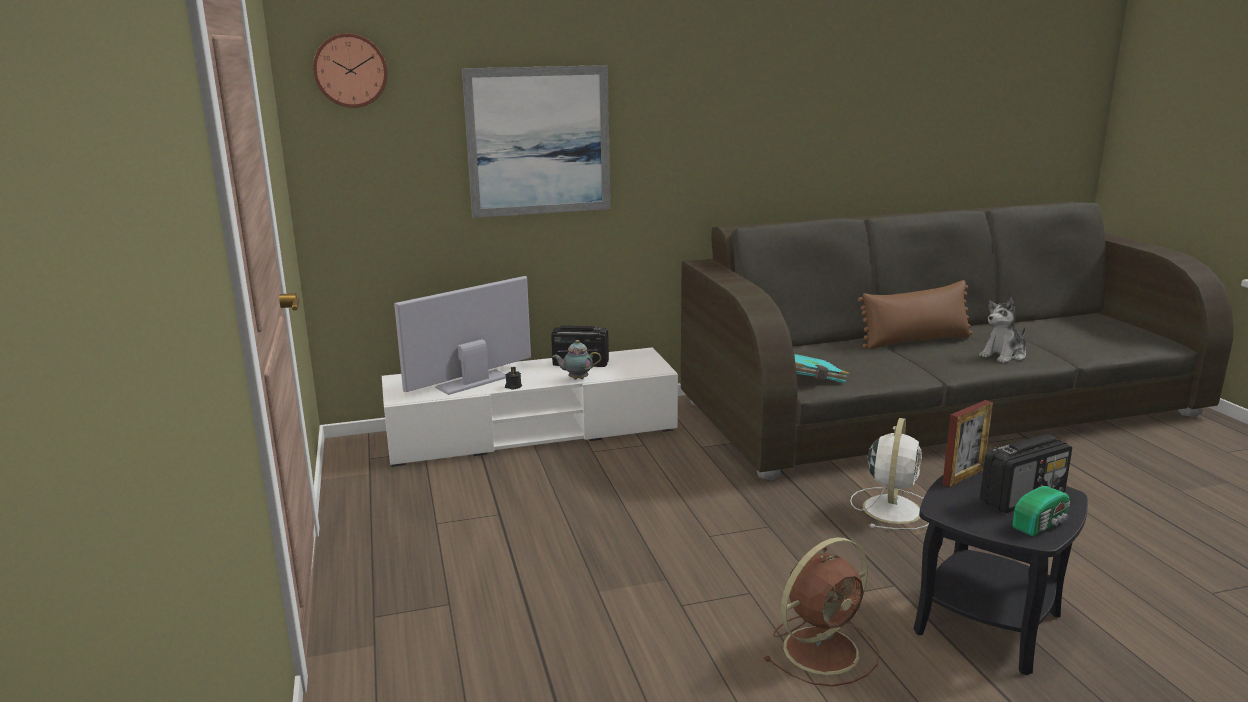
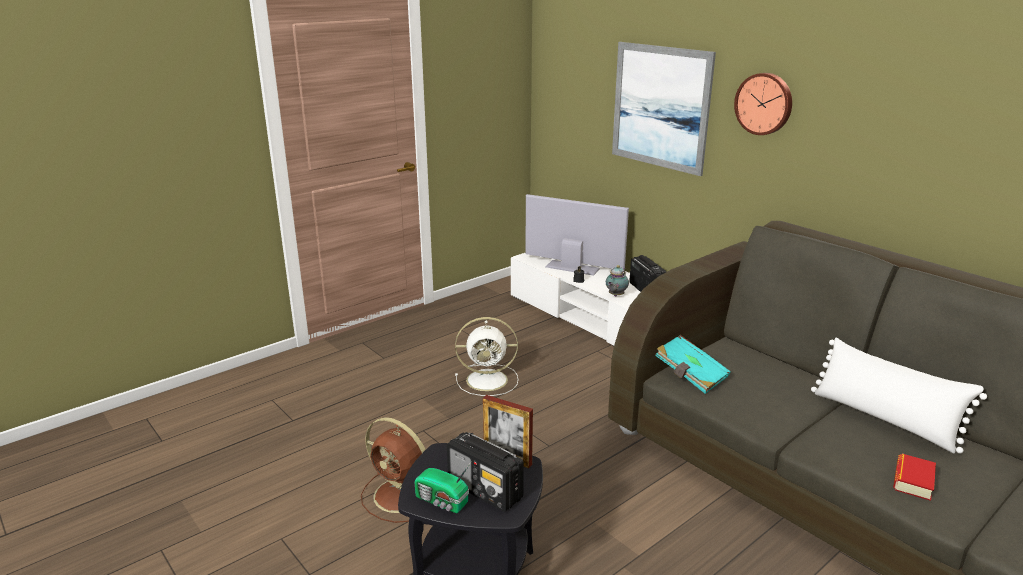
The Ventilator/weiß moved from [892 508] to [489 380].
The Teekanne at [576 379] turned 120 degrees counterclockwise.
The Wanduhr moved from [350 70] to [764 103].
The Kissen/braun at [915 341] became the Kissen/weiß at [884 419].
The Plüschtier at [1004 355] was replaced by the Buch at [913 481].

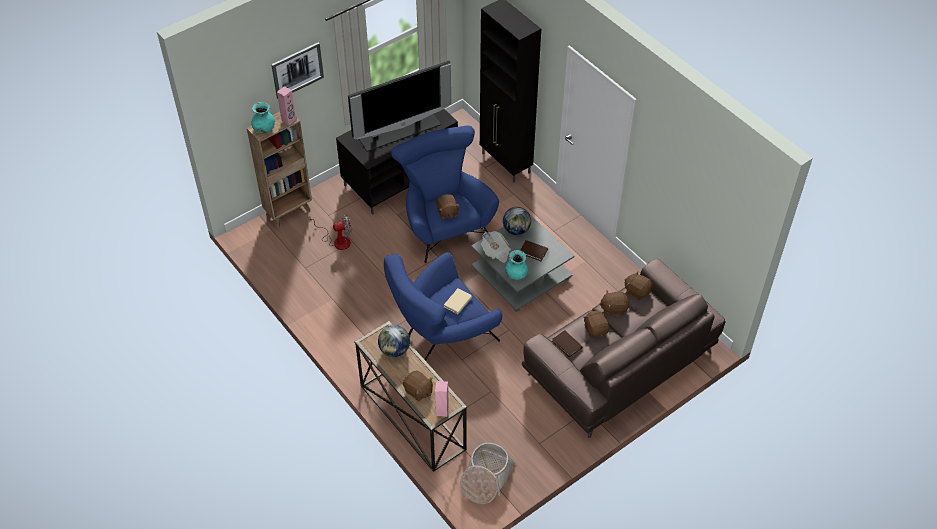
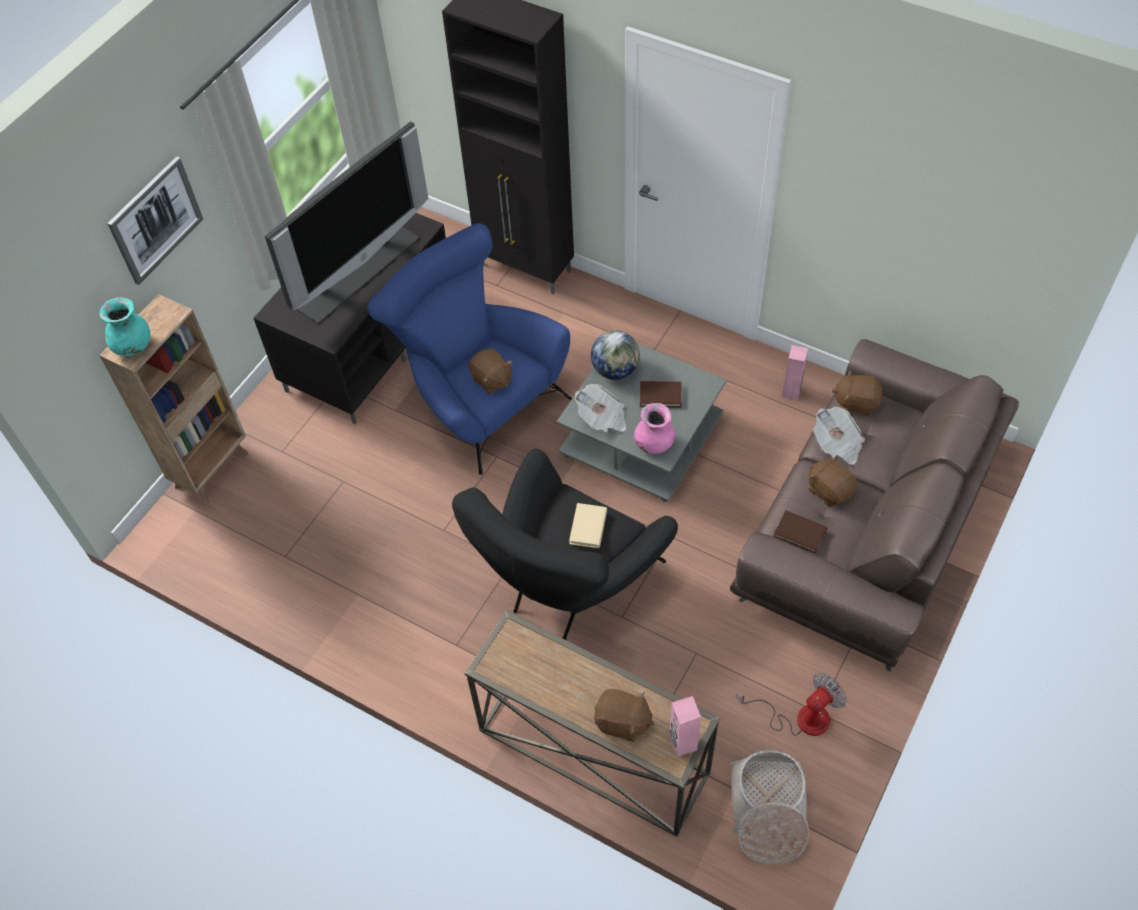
The Sessel/blau at [442 334] became the Sessel/schwarz at [569 585].
The Vase/türkis at [516 274] became the Vase/rosa at [654 444].
The Ventilator moved from [337 240] to [800 718].
The Lautsprecher/rosa moved from [289 120] to [791 392].
The Plüschtier/braun at [614 308] was replaced by the Zeitung at [837 444].
The Globus at [394 350] disappeared.

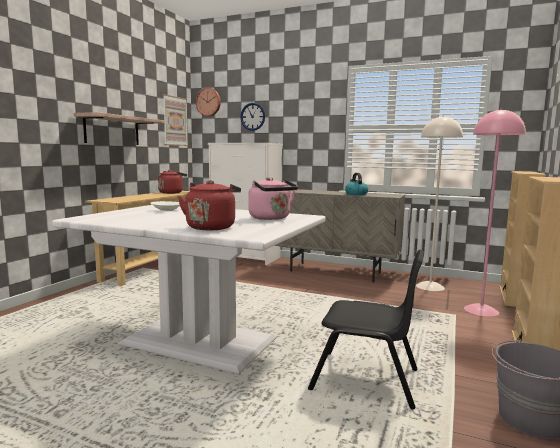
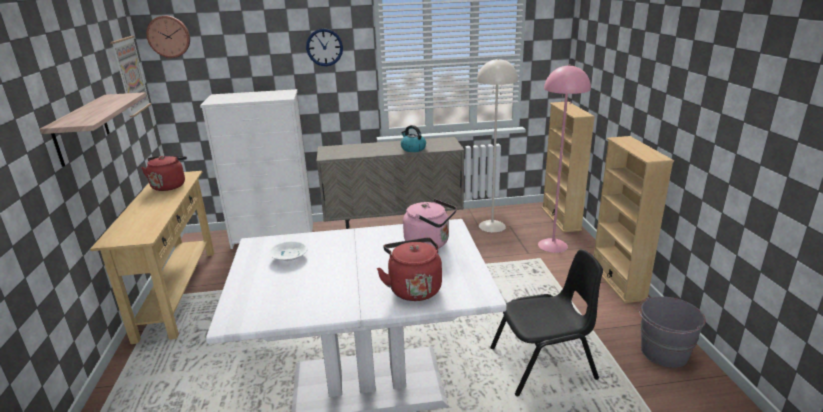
The Wanduhr moved from [252 116] to [324 47].

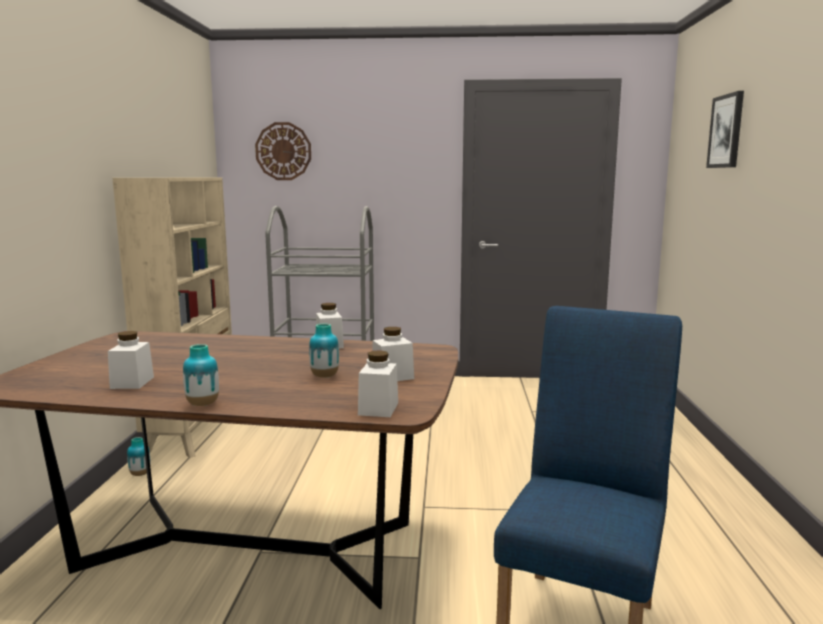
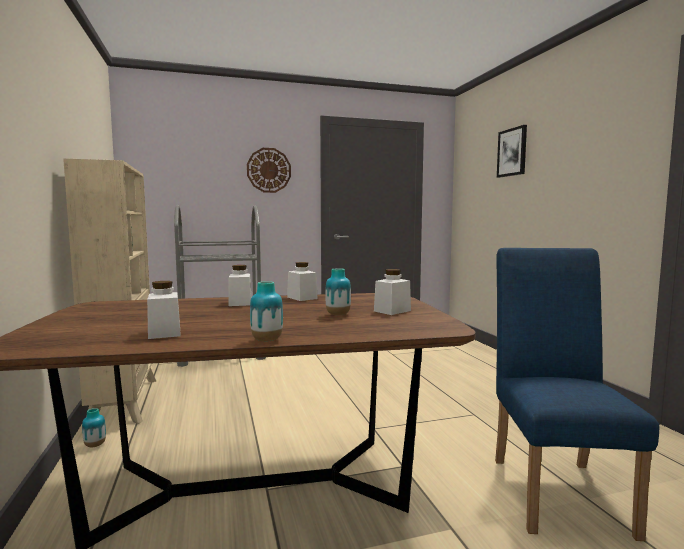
The Vorratsglas/weiß moved from [378 408] to [240 303].
The Wanduhr moved from [283 151] to [269 170].

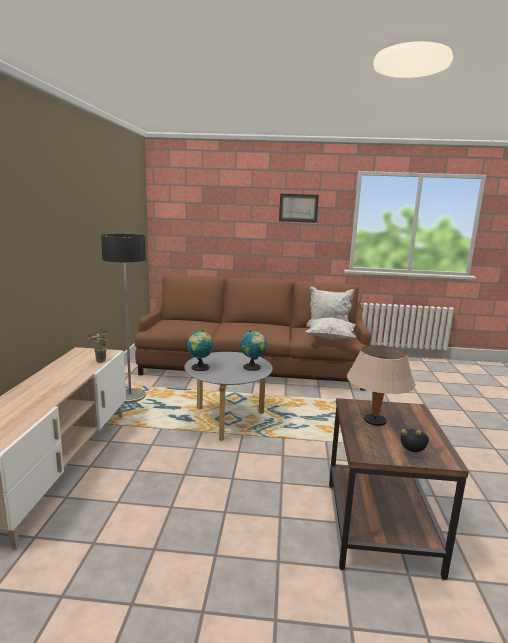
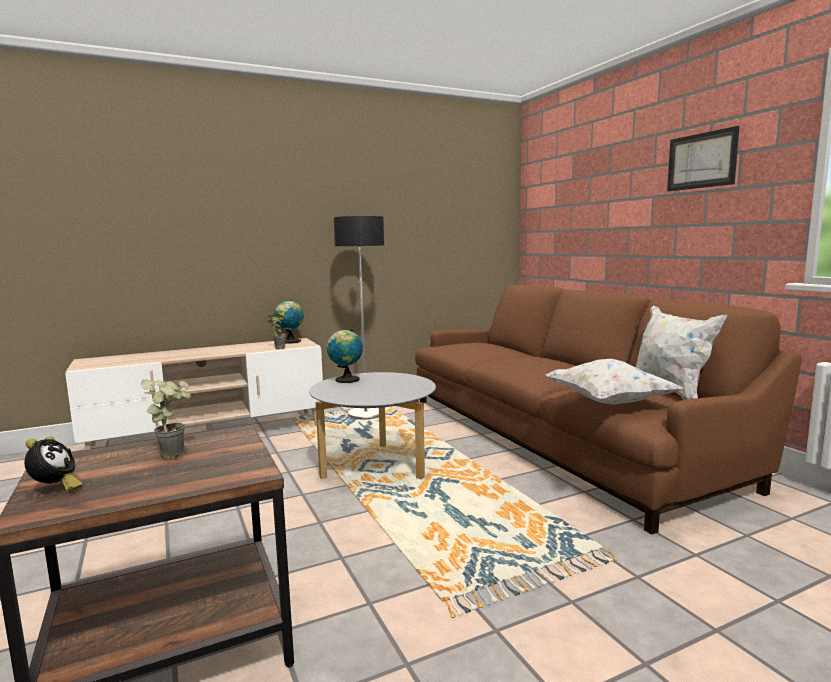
The Tischlampe/beige at [374 421] was replaced by the Topfpflanze at [175 453].
The Globus moved from [253 367] to [290 342].

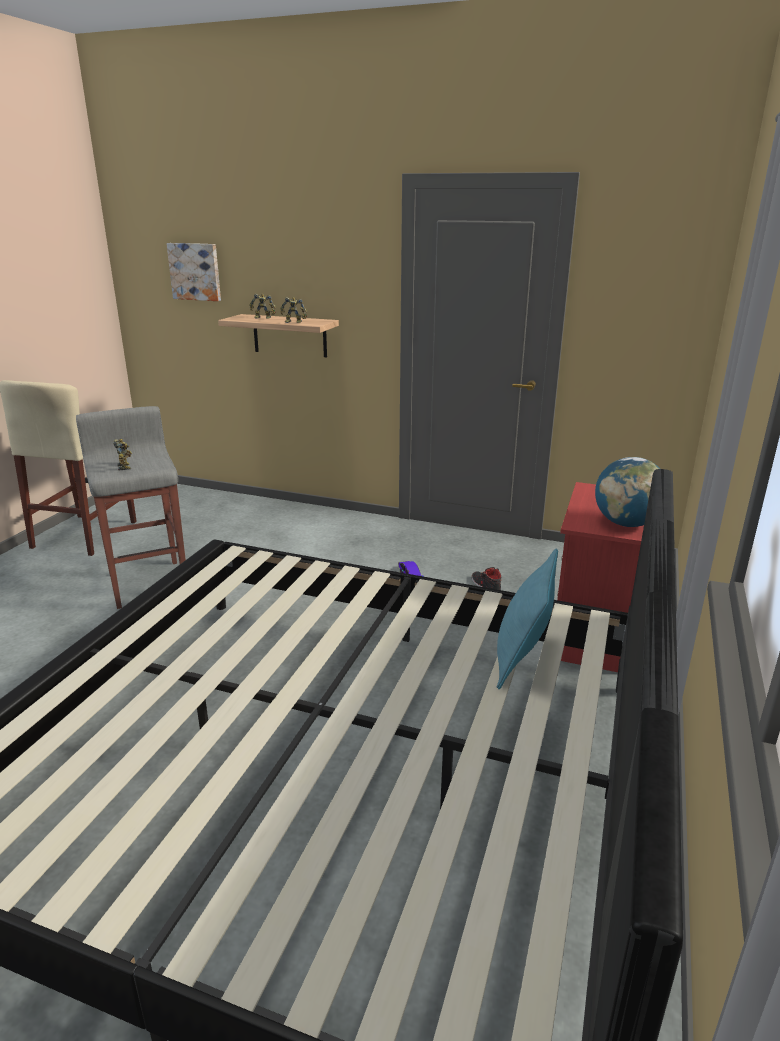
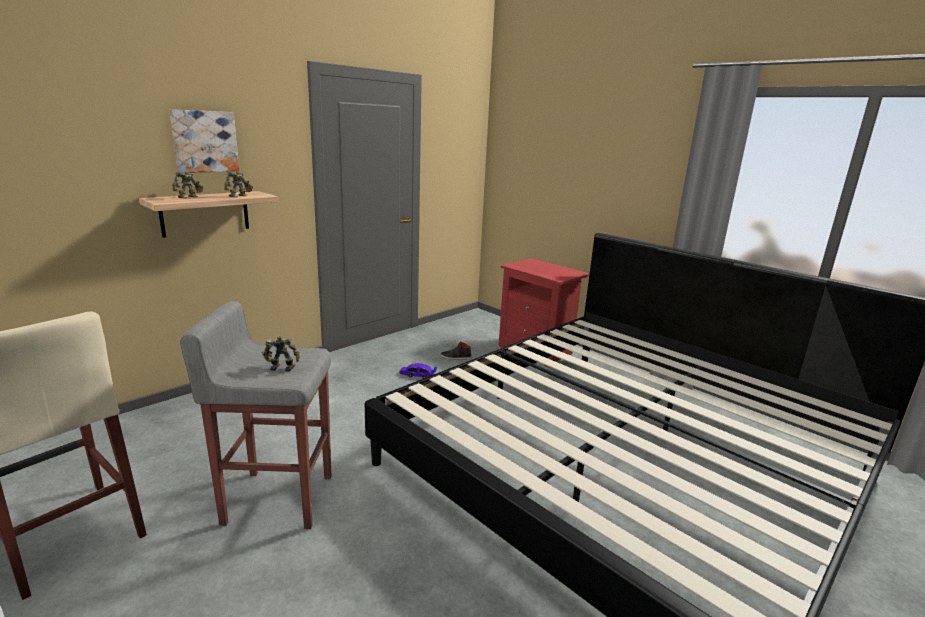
The Bild moved from [195 271] to [204 141].
The Kissen/türkis at [521 659] disappeared.
The Globus at [626 523] disappeared.

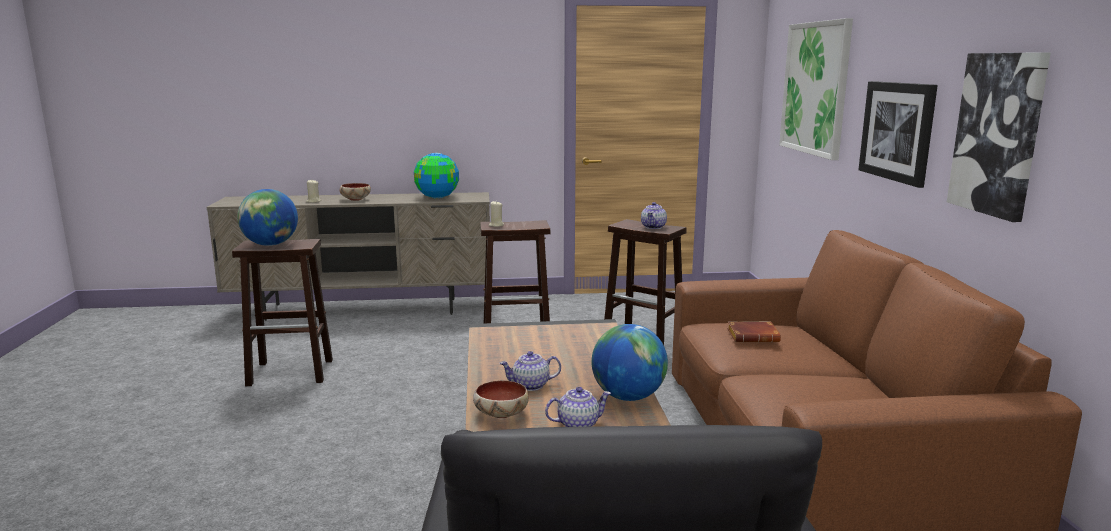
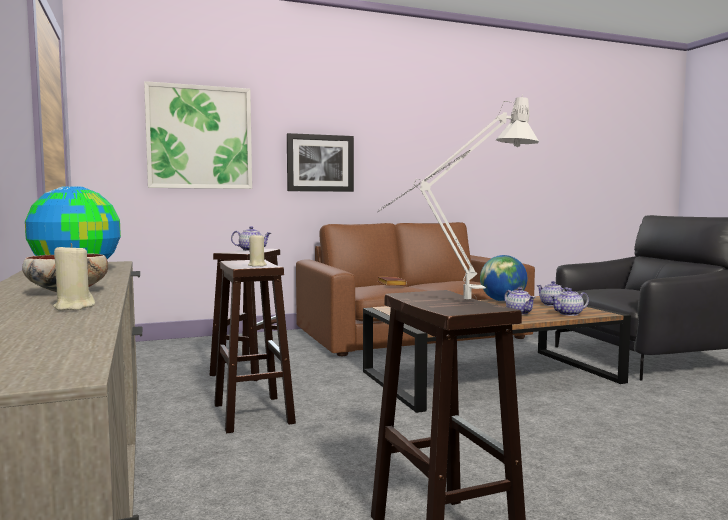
The Globus at [271 245] was replaced by the Tischlampe/grau at [456 302].
The Schüssel at [500 414] was replaced by the Teekanne at [569 314].
The Bild at [998 134] disappeared.

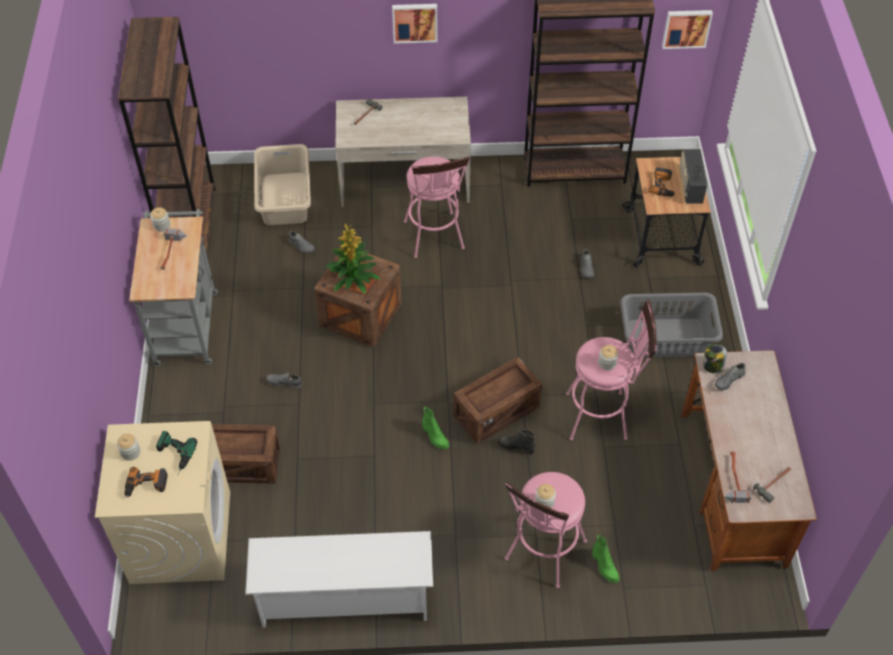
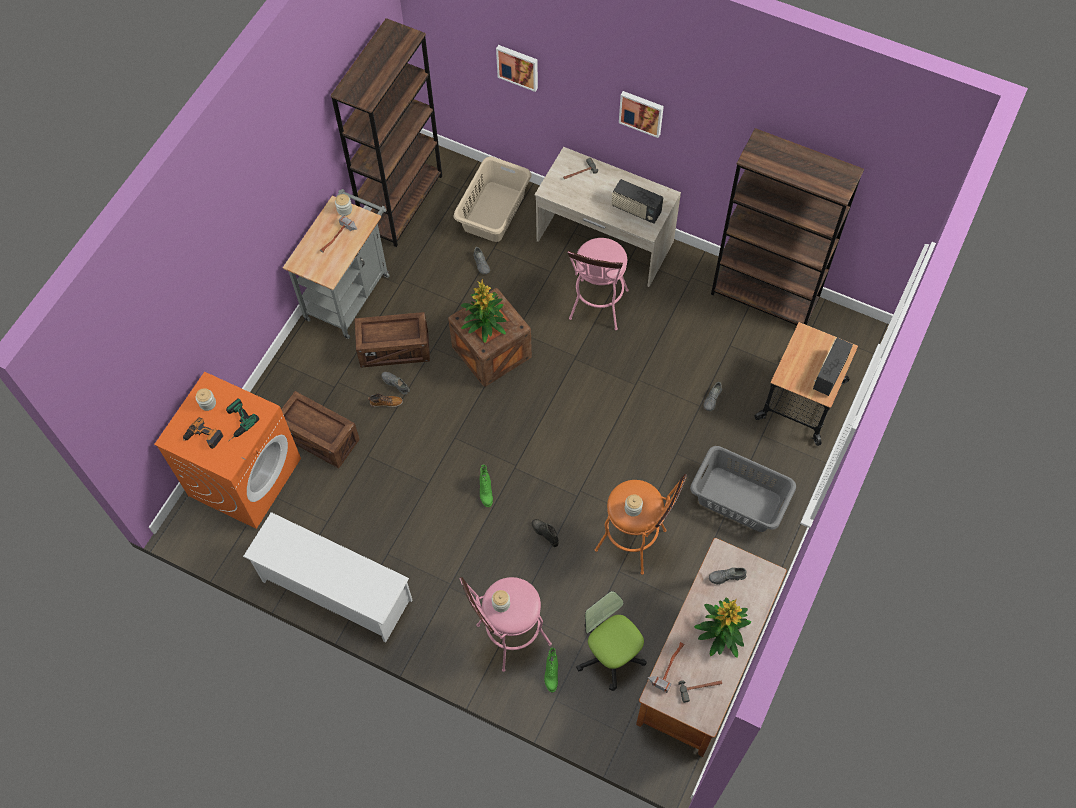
The Waschmaschine/beige at [180 536] became the Waschmaschine/orange at [245 476].
The Kiste moved from [496 411] to [394 349].
The Stiefel at [386 402] appeared.
The Bild moved from [686 28] to [518 66].
The Bürostuhl at [610 655] appeared.
The Hocker/rosa at [603 415] became the Hocker/orange at [636 543].
The Radio at [636 210] appeared.
The Topfpflanze at [721 632] appeared.
The Bohrmaschine at [663 186] disappeared.
The Vorratsglas at [712 366] disappeared.

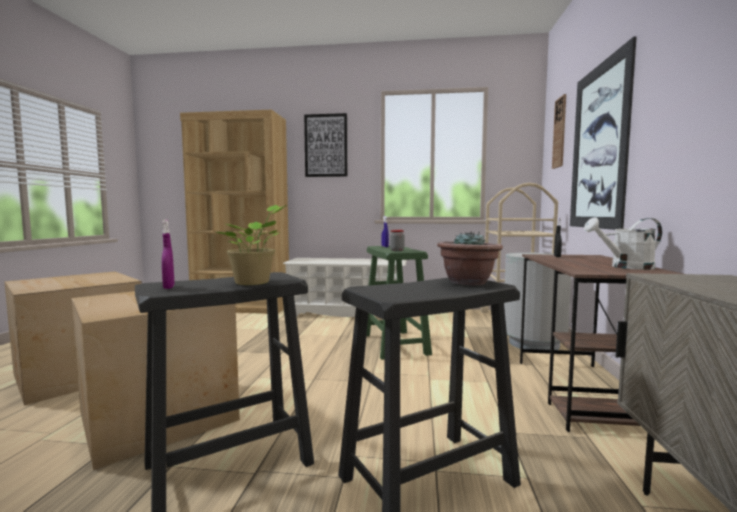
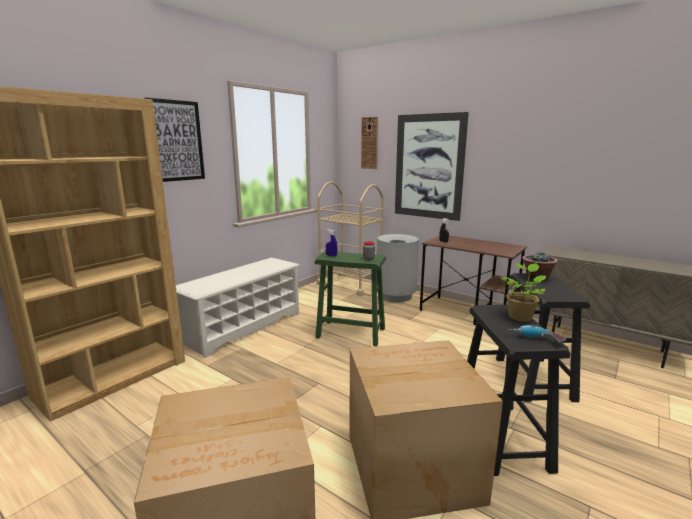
The Sprühflasche/lila at [169 287] was replaced by the Bohrmaschine at [535 340].
The Gießkanne/weiß at [625 267] disappeared.

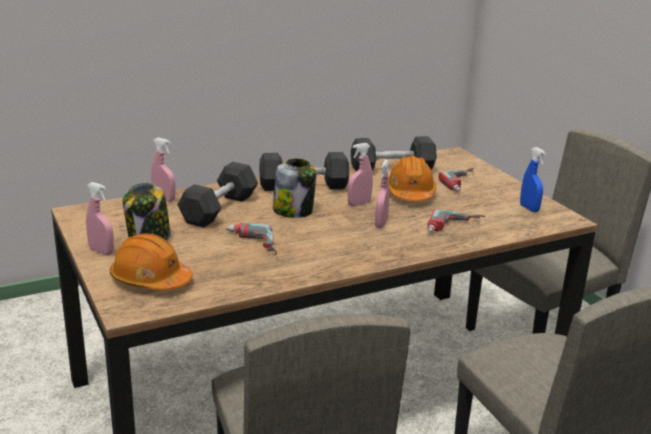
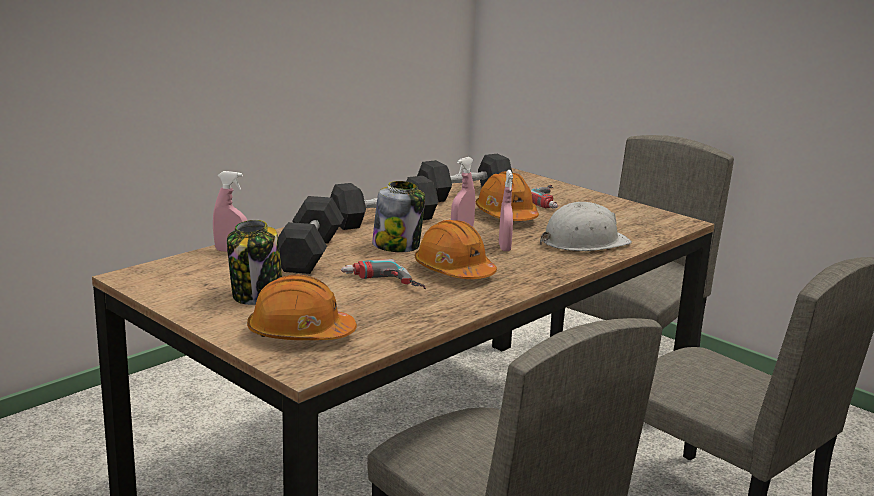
The Schutzhelm/orange at [454 271] appeared.
The Bohrmaschine at [455 228] was replaced by the Schutzhelm/weiß at [583 242].
The Sprühflasche/rosa at [101 251] disappeared.
The Sprühflasche/blau at [529 208] disappeared.

